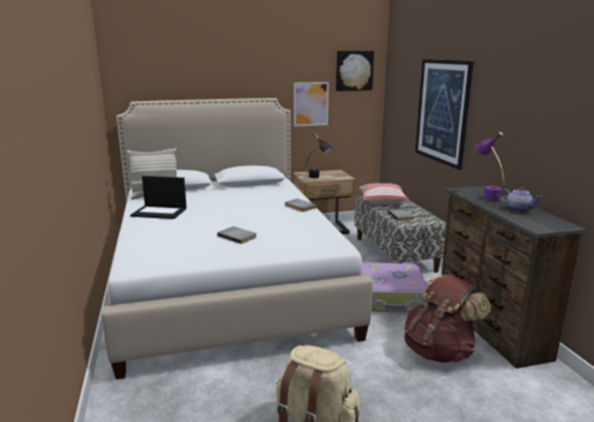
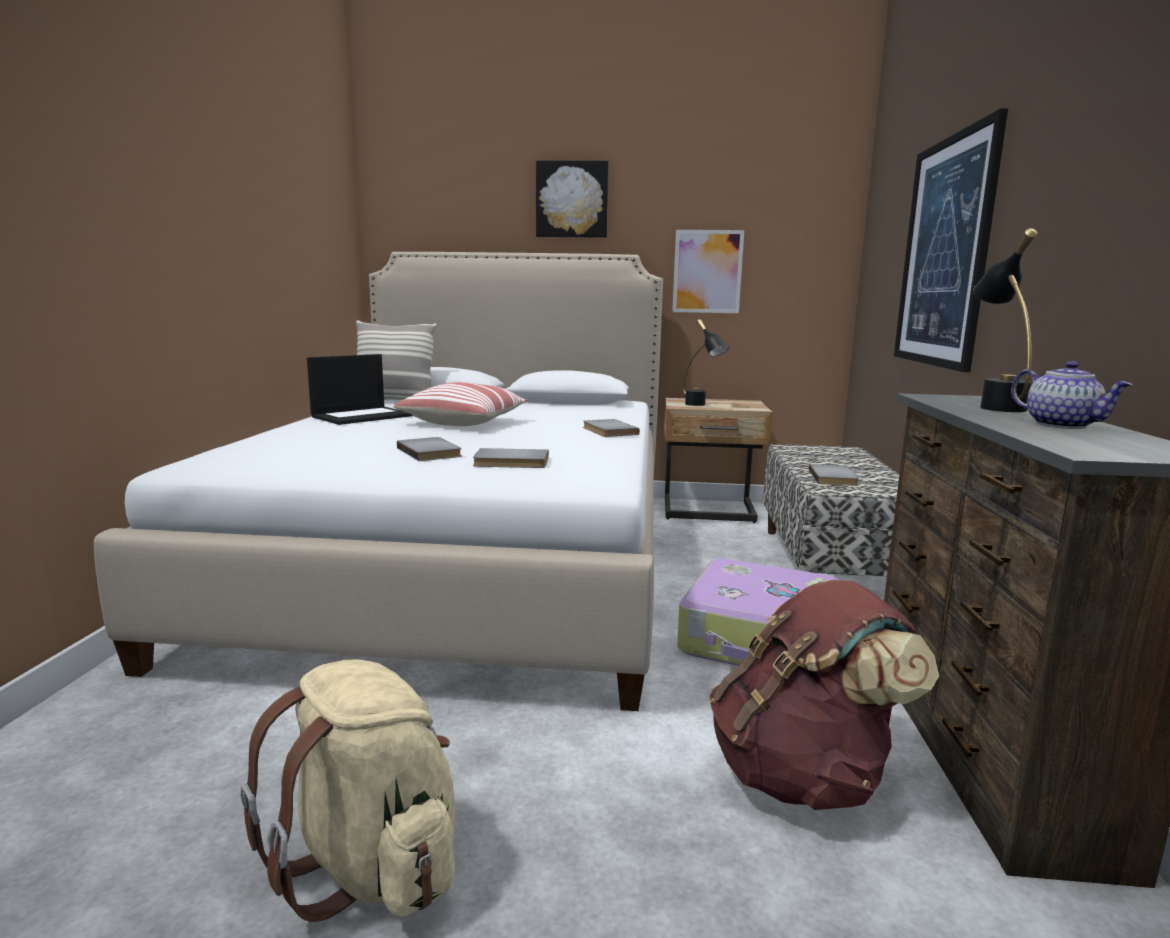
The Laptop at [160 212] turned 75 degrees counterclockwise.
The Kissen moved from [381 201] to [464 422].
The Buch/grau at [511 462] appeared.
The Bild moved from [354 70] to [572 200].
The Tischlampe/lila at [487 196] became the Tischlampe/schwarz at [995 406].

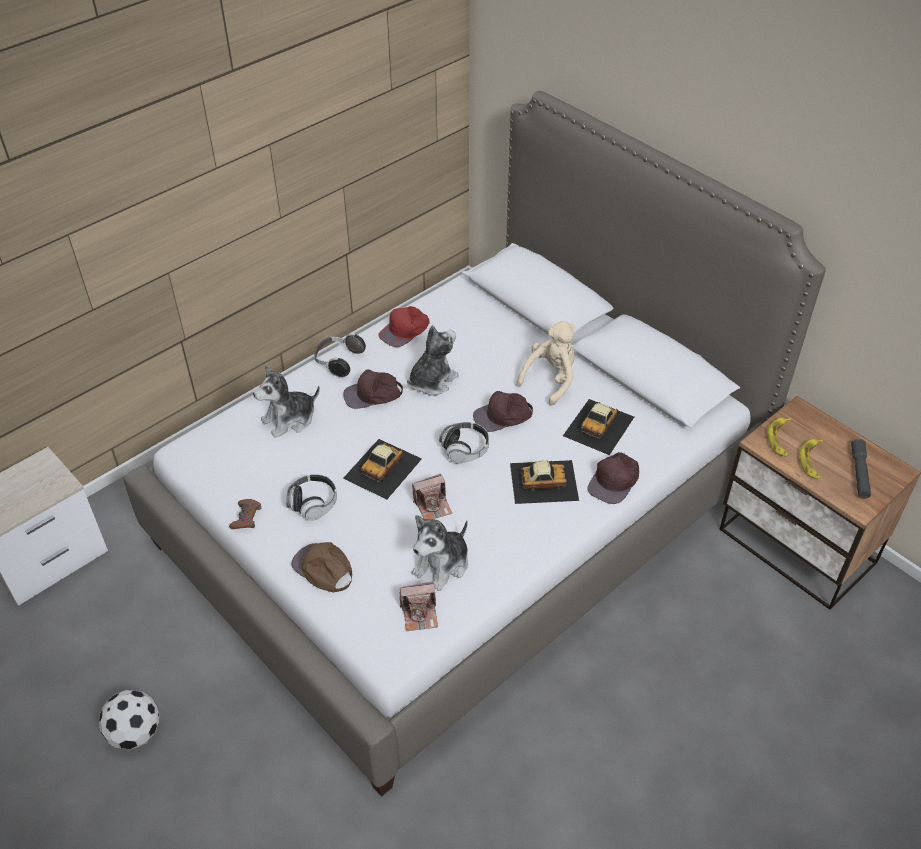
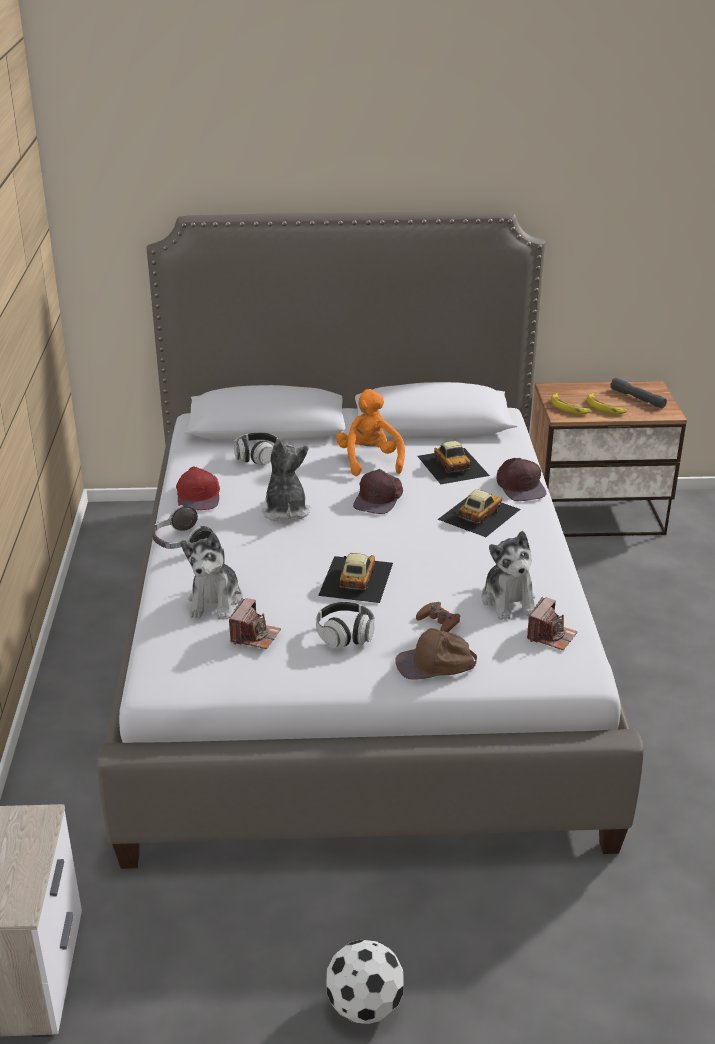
The Kamera moved from [433 505] to [255 636].
The Kopfhörer moved from [465 449] to [257 457].
The Spielzeugauto at [383 468] turned 150 degrees counterclockwise.
The Plüschtier/beige at [550 379] became the Plüschtier/orange at [370 461].
The Gamepad/braun moved from [246 517] to [438 622].
The Kappe/braun at [373 394] disappeared.

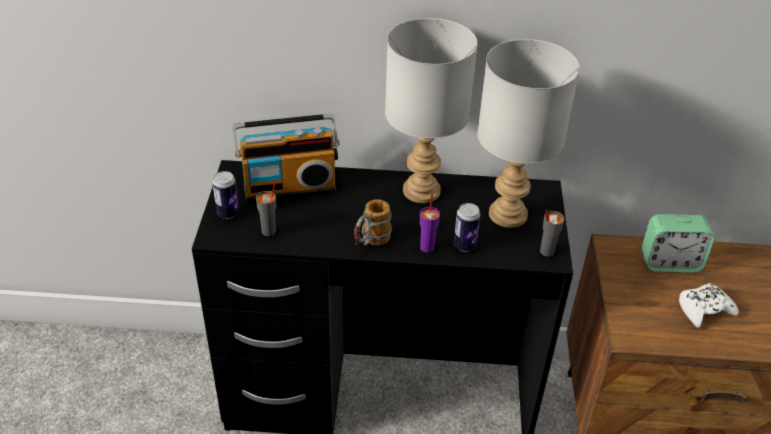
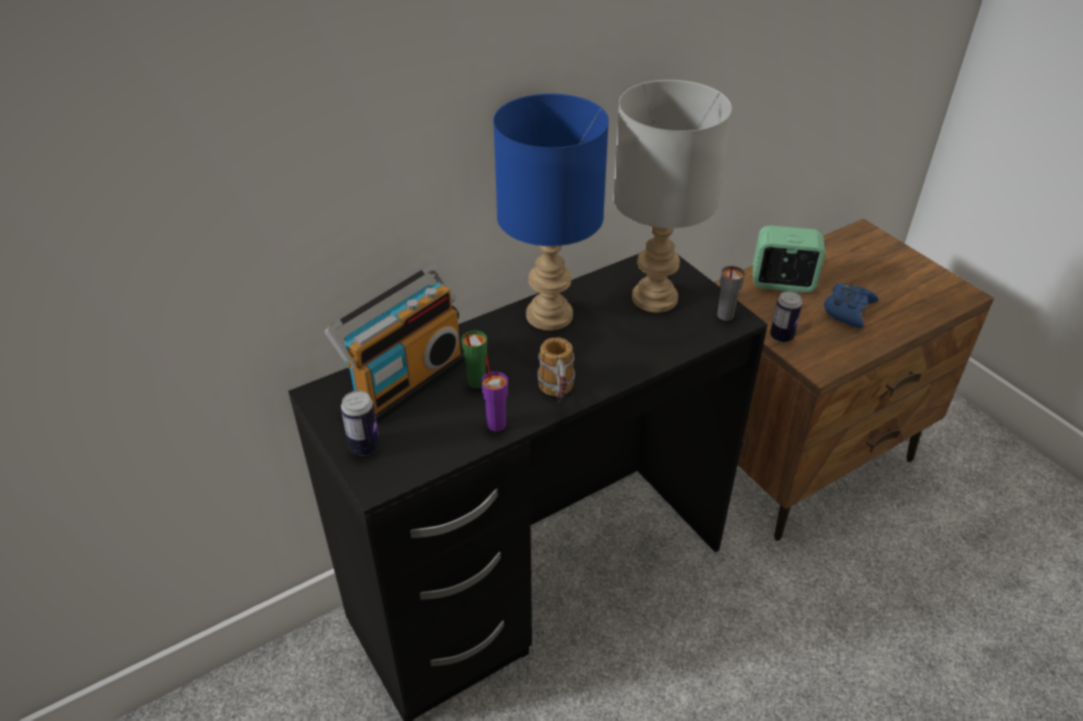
The Tasse/grün at [476 382] appeared.
The Tasse/lila moved from [427 247] to [496 424].
The Tischlampe/grau at [423 191] became the Tischlampe/blau at [551 315].
The Wecker at [670 263] turned 135 degrees counterclockwise.
The Dose moved from [464 245] to [781 337].
The Gamepad/weiß at [704 309] became the Gamepad/blau at [848 310].
The Tasse/grau at [269 231] disappeared.

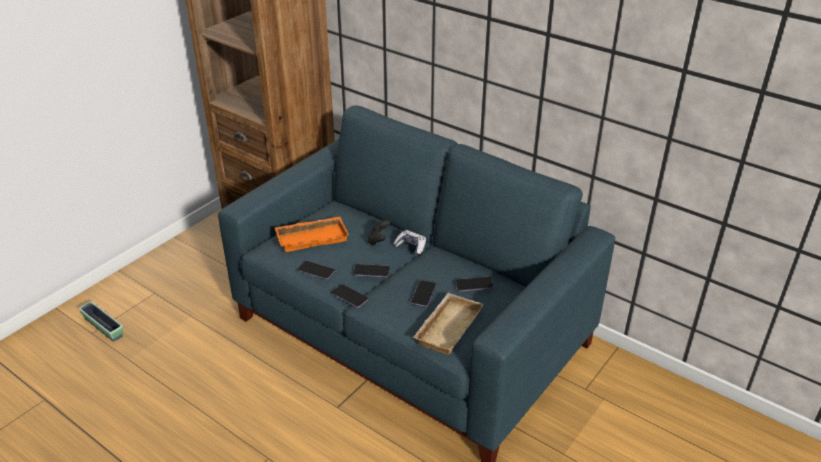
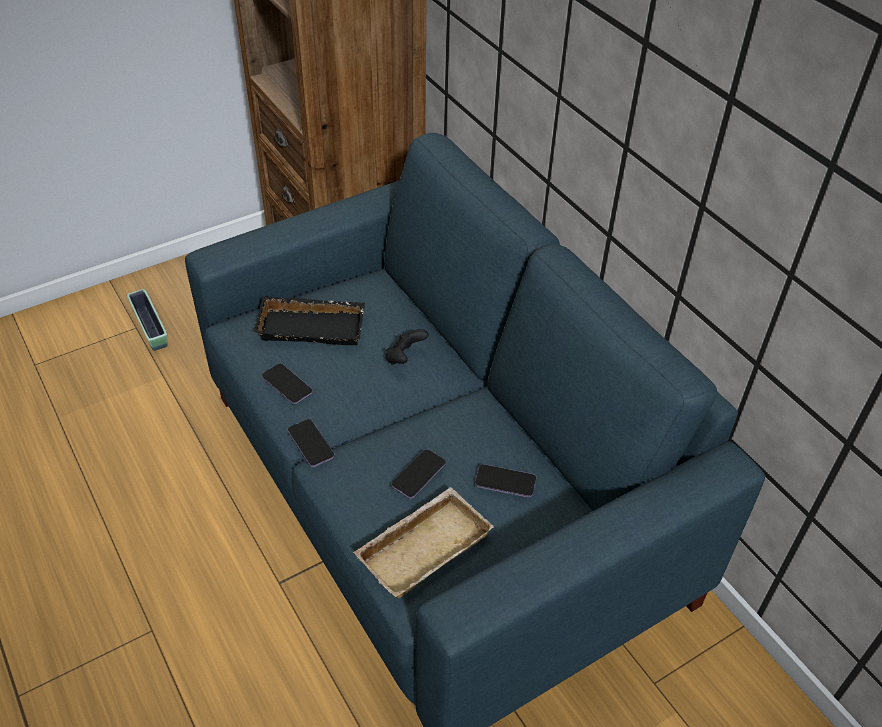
The Pflanzkübel moved from [103 327] to [150 327].
The Tablett/orange at [312 237] became the Tablett/schwarz at [313 325].
The Handy at [371 272] disappeared.
The Gamepad at [411 246] disappeared.

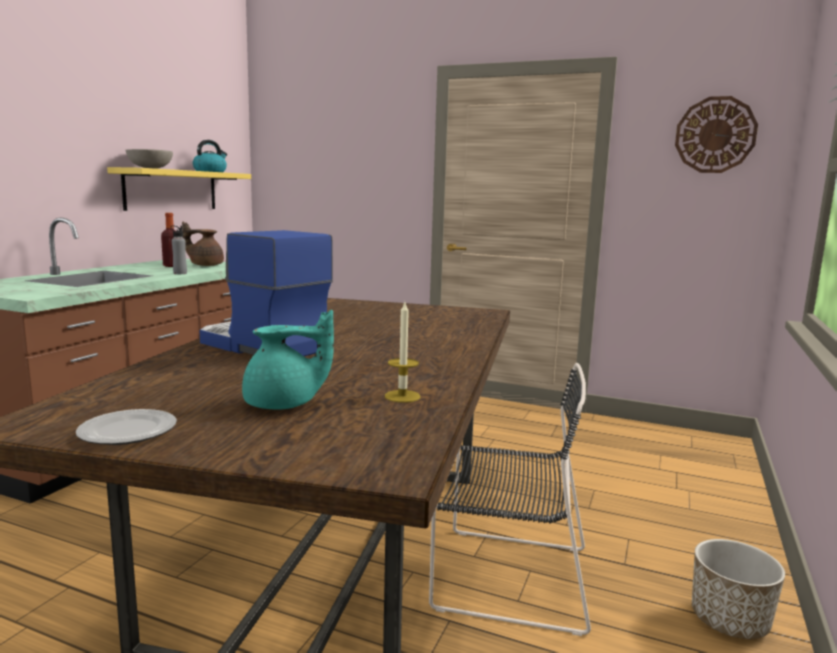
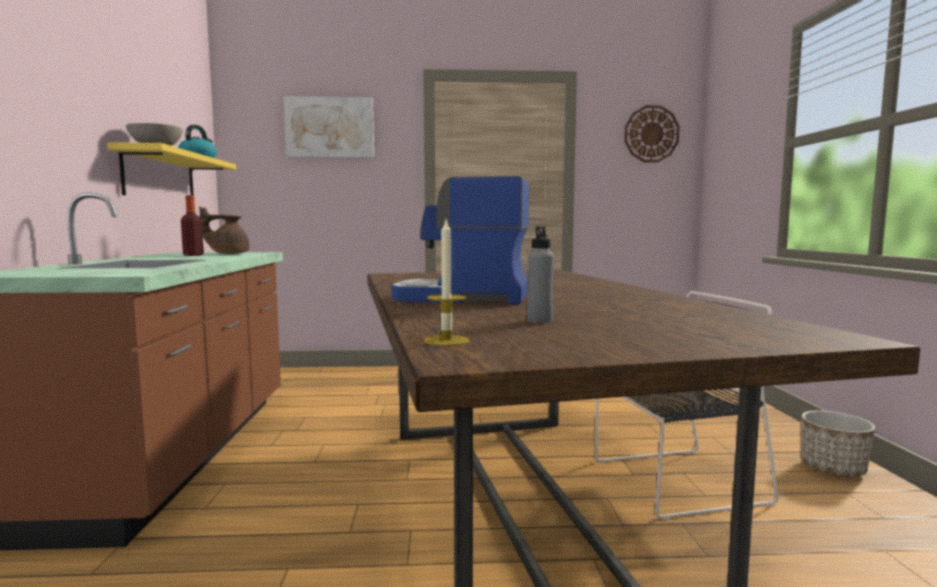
The Bild at [330 128] appeared.
The Kerze moved from [402 396] to [446 341].
The Flasche/grau moved from [180 273] to [539 321].
The Teller at [128 431] disappeared.
The Teekanne/türkis at [284 405] disappeared.

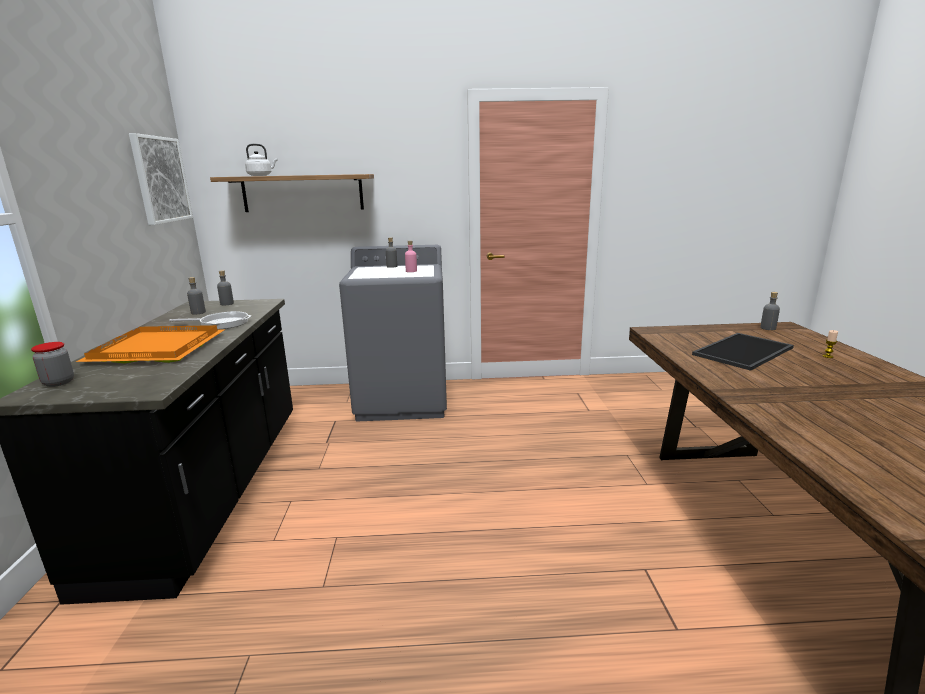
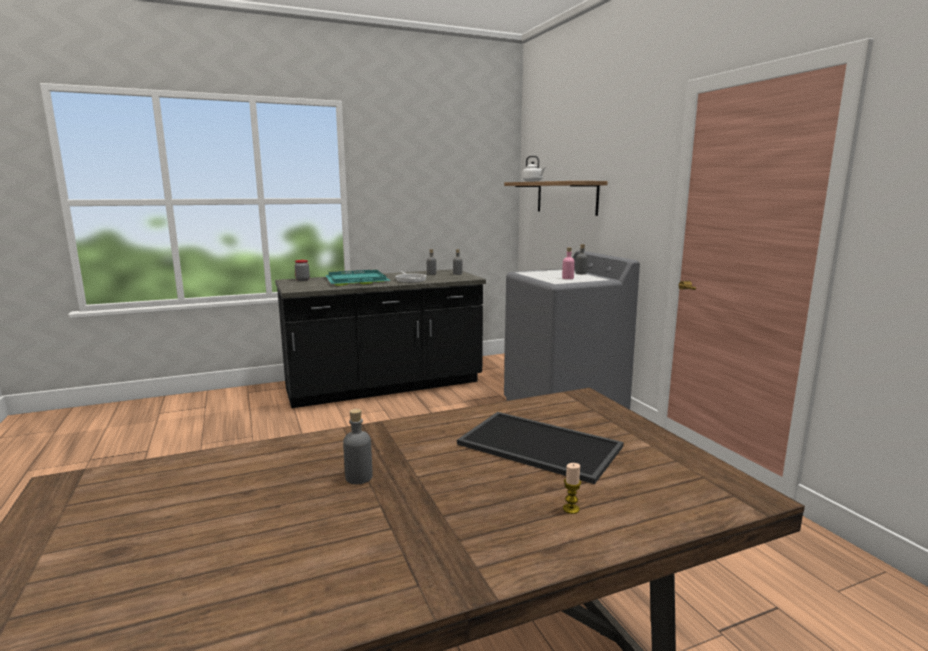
The Tablett/orange at [158 349] became the Tablett/türkis at [356 280].
The Flasche/grau moved from [768 328] to [359 477].
The Bild at [161 180] disappeared.

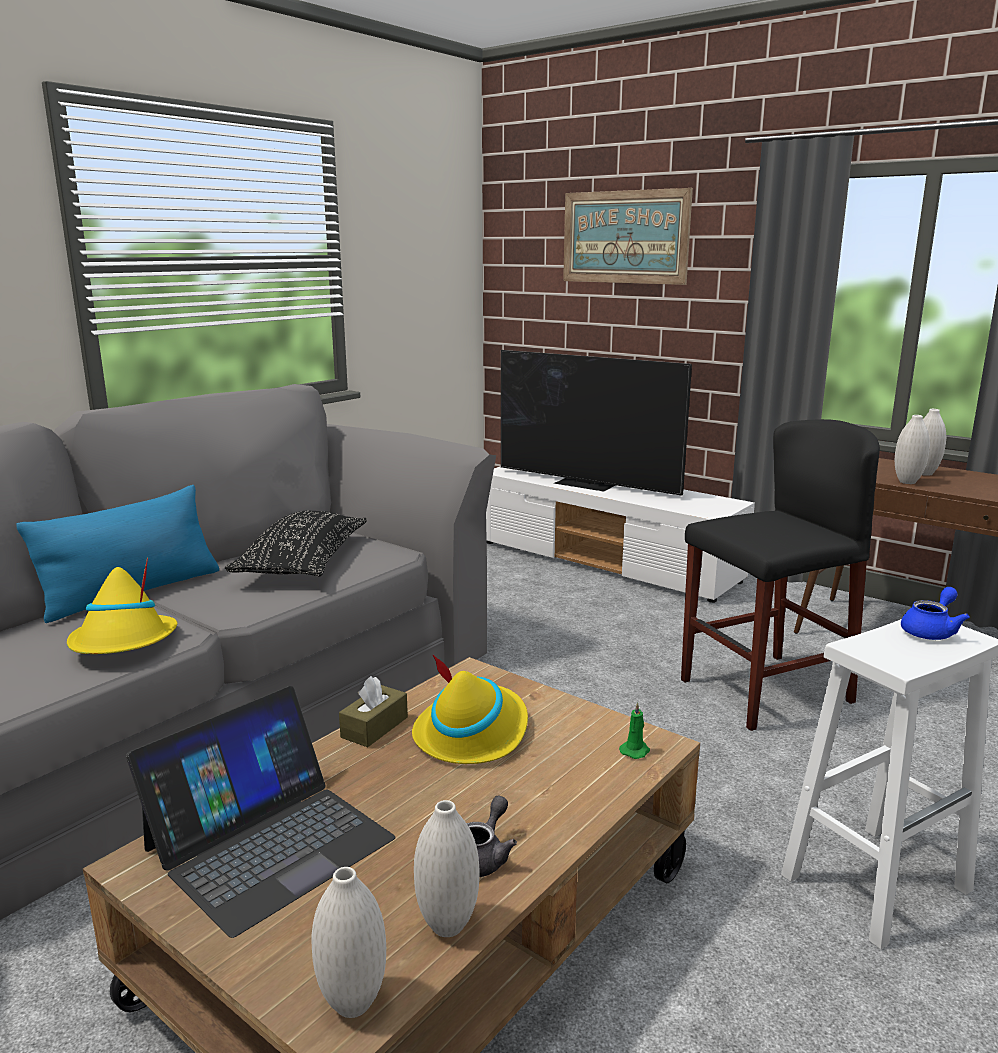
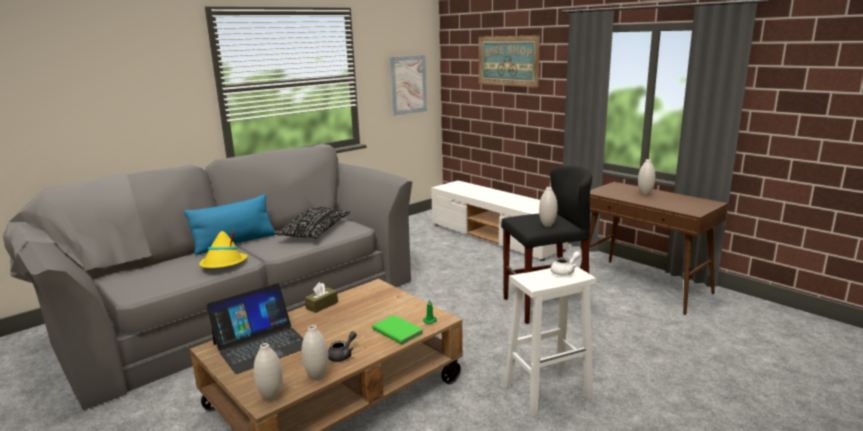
The Buch/grün at [398 331] appeared.
The Bild at [408 85] appeared.
The Vase/weiß moved from [907 482] to [547 225].
The Teekanne/blau at [931 631] became the Teekanne/weiß at [565 272].
The Hut/gelb at [472 733] disappeared.
The Fernseher at [586 484] disappeared.

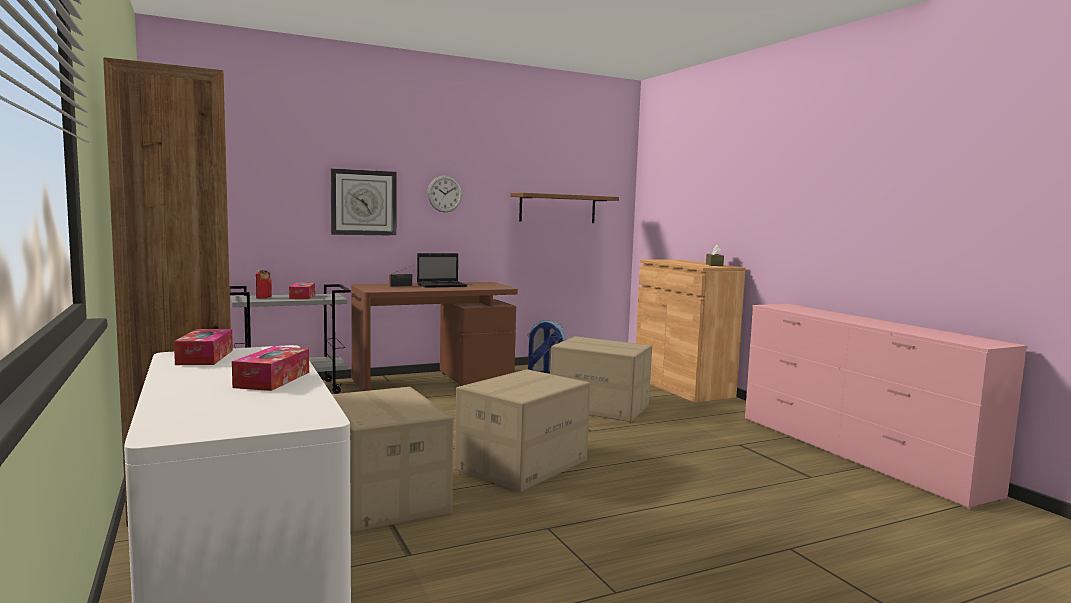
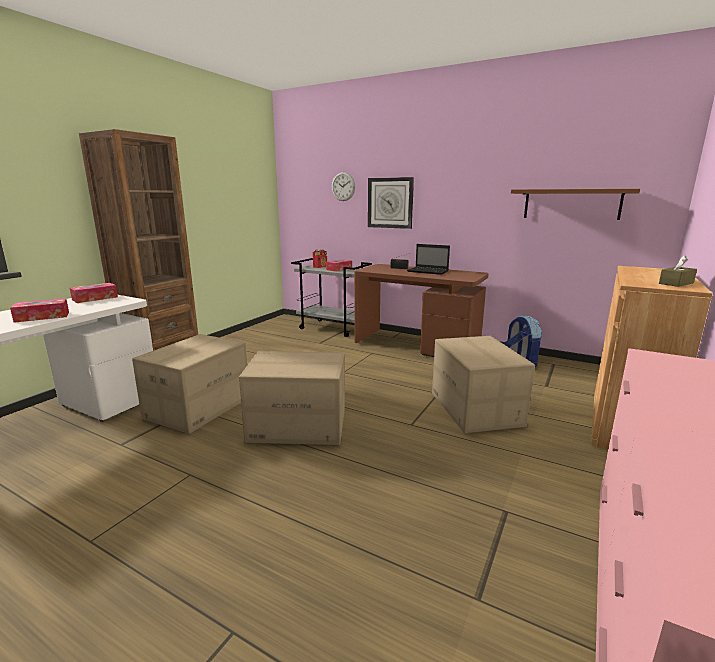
The Wanduhr moved from [444 194] to [343 186].

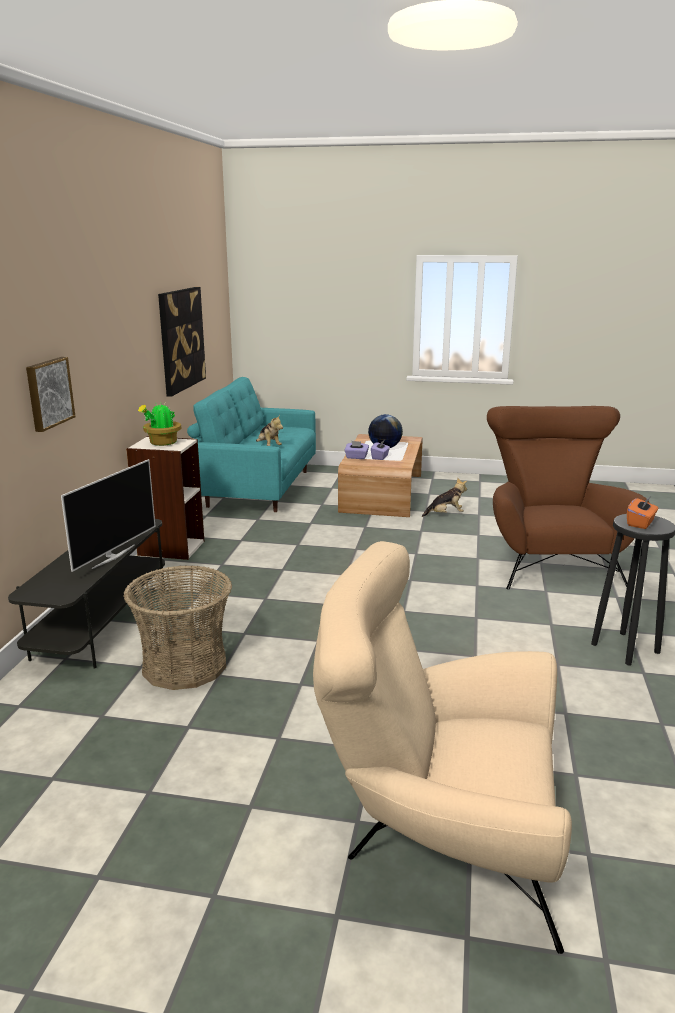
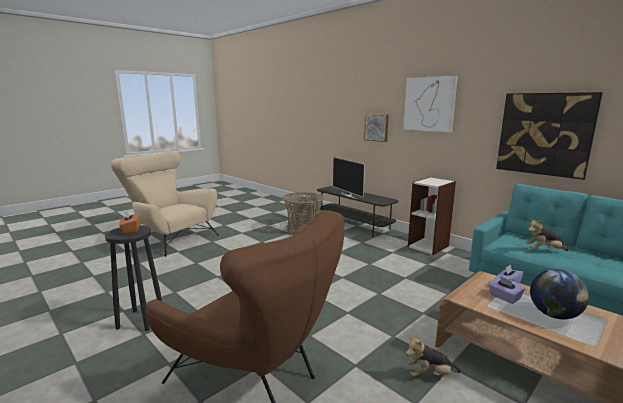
The Sessel/beige at [438 838] turned 105 degrees counterclockwise.
The Bild at [429 104] appeared.
The Plüschtier at [445 514] turned 60 degrees clockwise.
The Topfpflanze at [162 443] disappeared.

